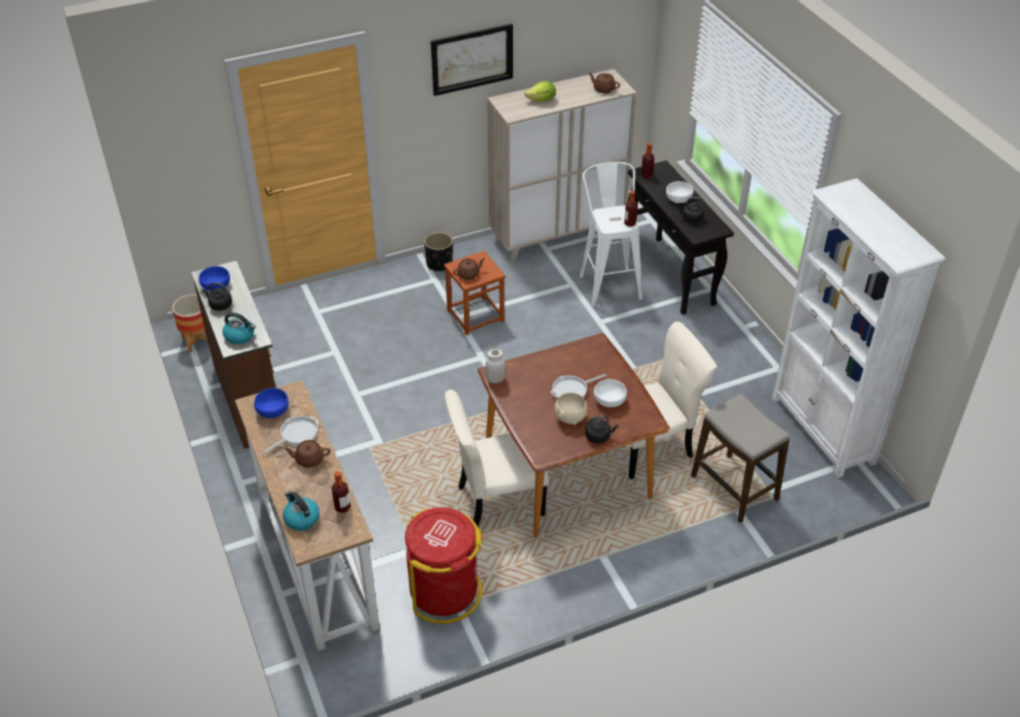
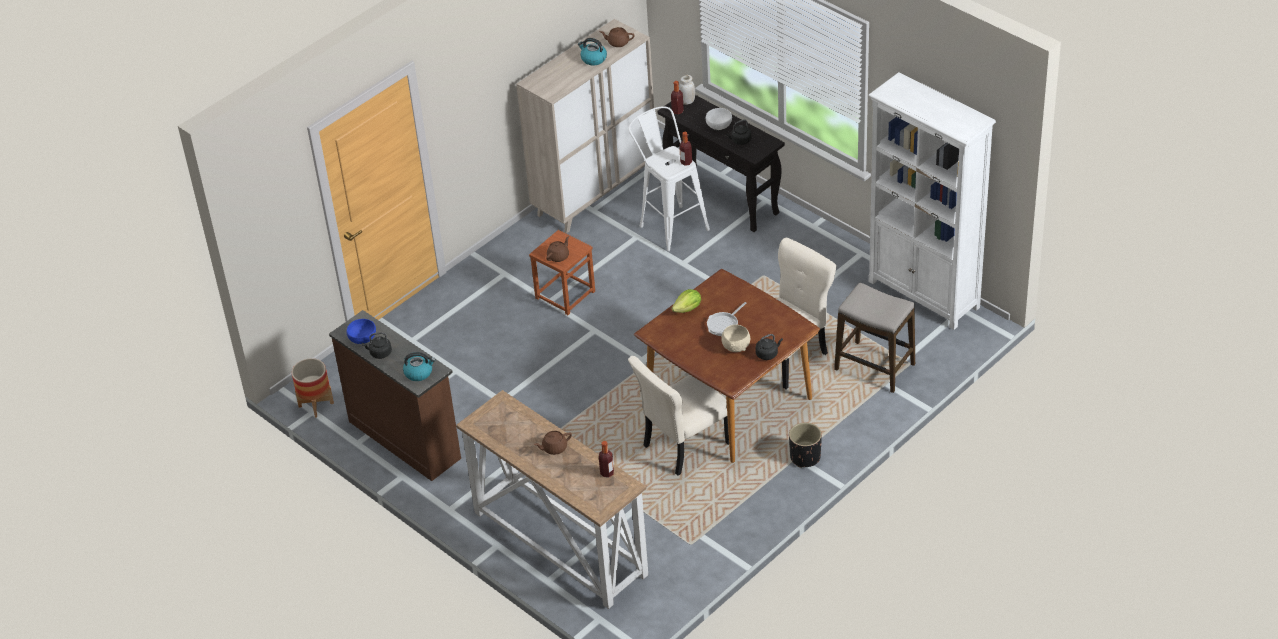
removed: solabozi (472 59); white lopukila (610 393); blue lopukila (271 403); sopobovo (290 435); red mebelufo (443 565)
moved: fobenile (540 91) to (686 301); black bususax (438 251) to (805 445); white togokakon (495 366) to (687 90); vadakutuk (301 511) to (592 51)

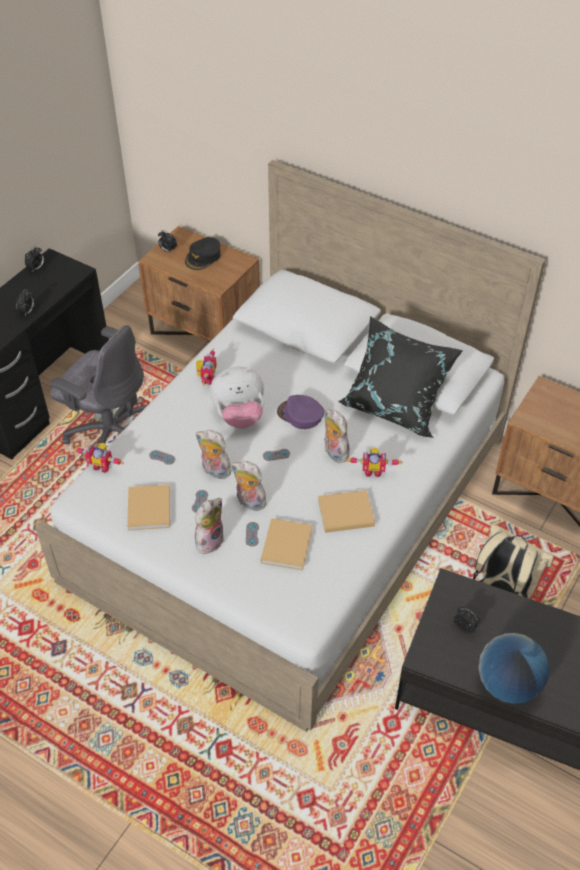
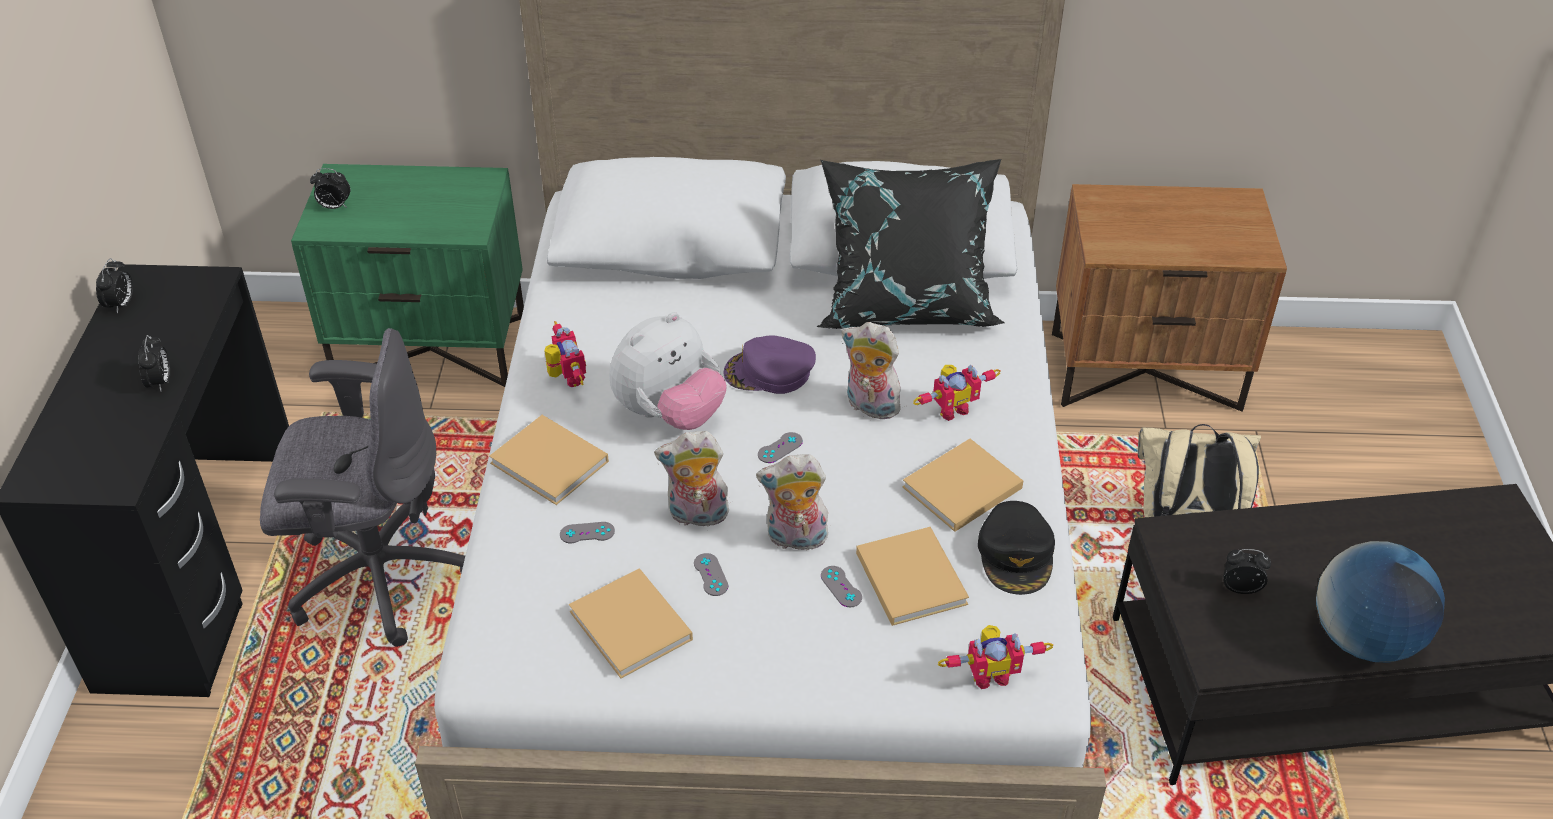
removed: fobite (209 526)
added: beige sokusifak (549 460)
moved: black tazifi (203 253) to (1016 548); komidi (99 458) to (995 657)
recoloured: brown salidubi (199 284) to green salidubi (407 275)

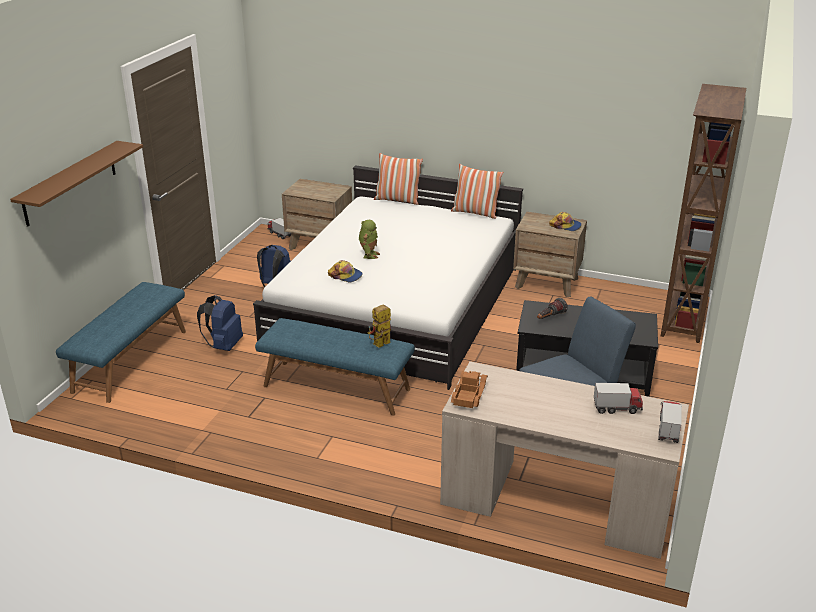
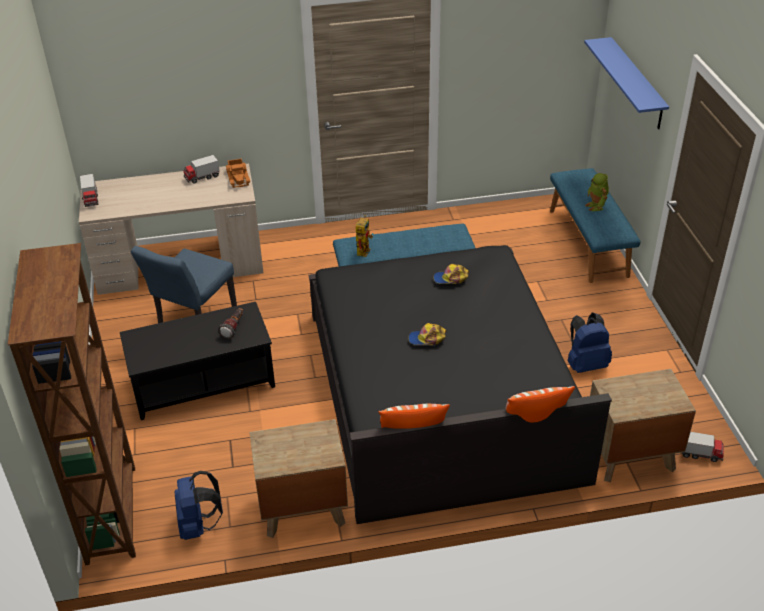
moved: tazifi (565 221) to (427 334); komidi (369 239) to (597 192); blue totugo (220 323) to (198 505); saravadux (618 398) to (202 169)
recoloured: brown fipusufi (76 184) to blue fipusufi (626 83); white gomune (388 277) to black gomune (460 384)

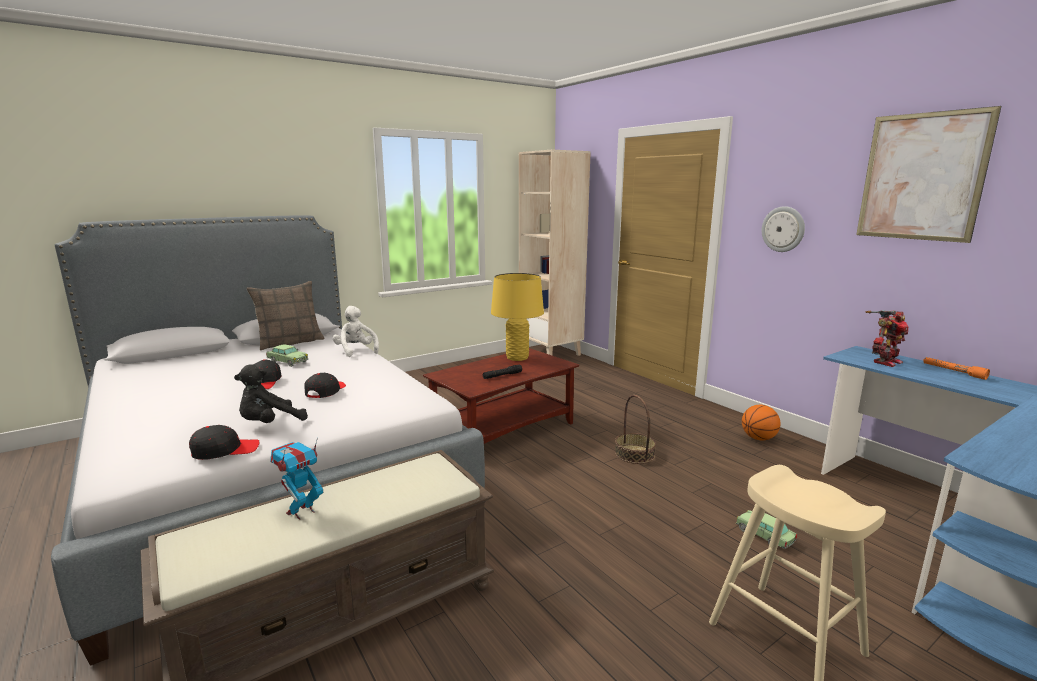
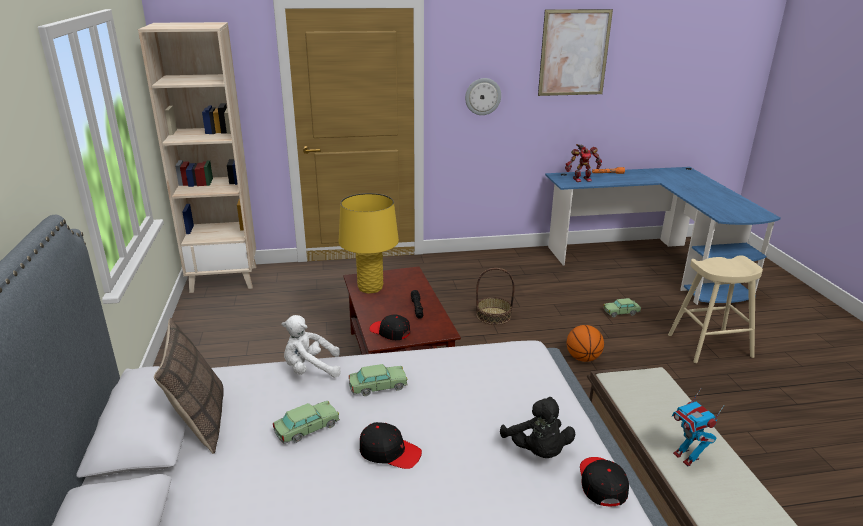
added: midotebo (378 380)
moved: black tazifi (325 385) to (389 327); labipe (761 422) to (585 343)
turned: komidi (887 338) = (583 163) 90 degrees clockwise

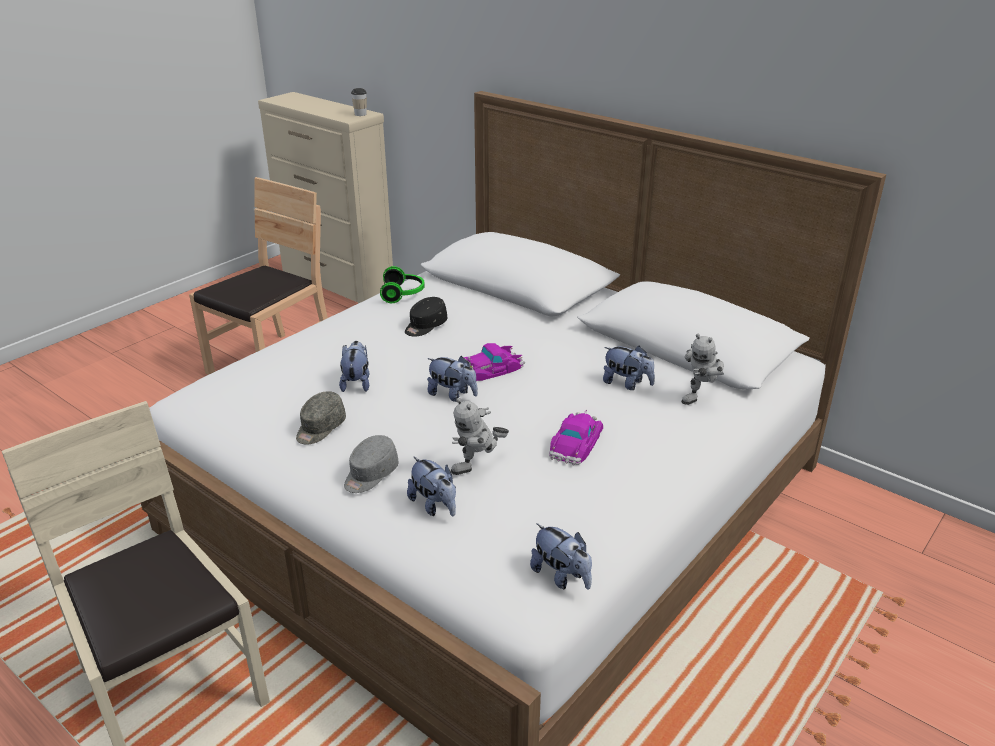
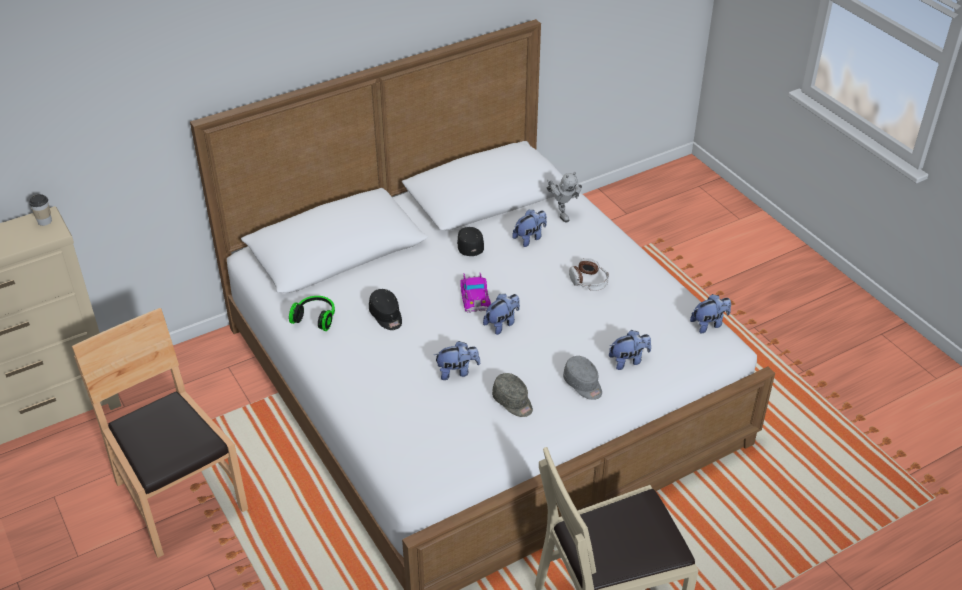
removed: komidi (480 436)
added: black tazifi (470 241)
replaced: midotebo (576 437) to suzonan (589 274)
turned: fobite (354 366) = (457 360) 150 degrees clockwise

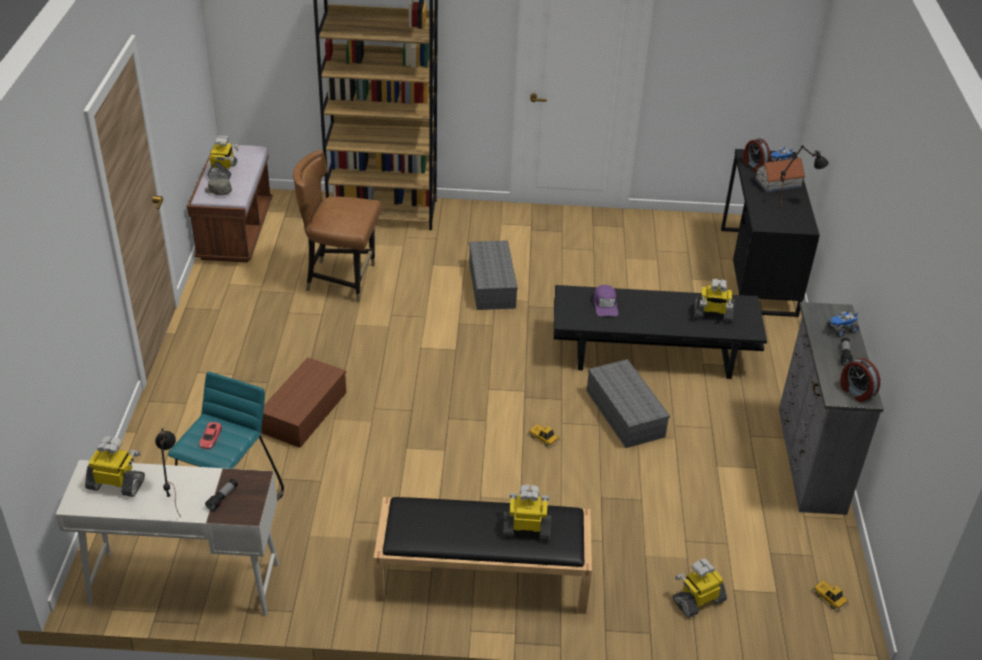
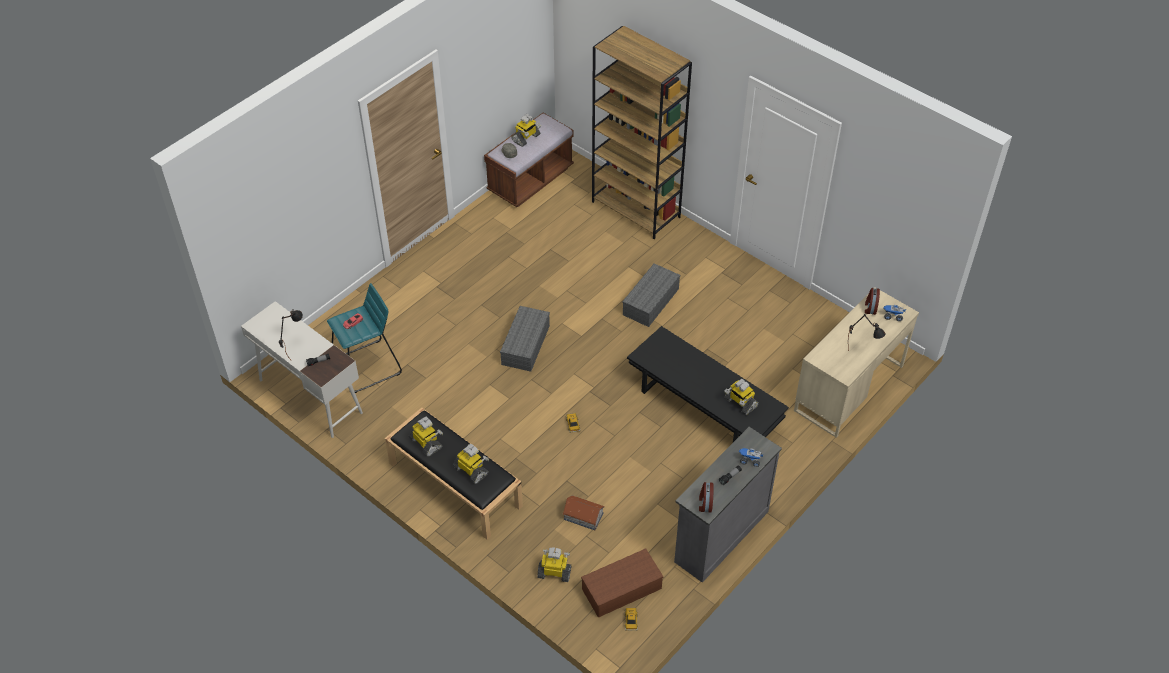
removed: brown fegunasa (337 226); purple tazifi (605 300)
moved: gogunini (780 175) to (583 512); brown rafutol (303 402) to (622 583); grey rafutol (628 403) to (525 339); komidi (115 466) to (426 436)
recoloured: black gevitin (770 233) to beige gevitin (856 362)

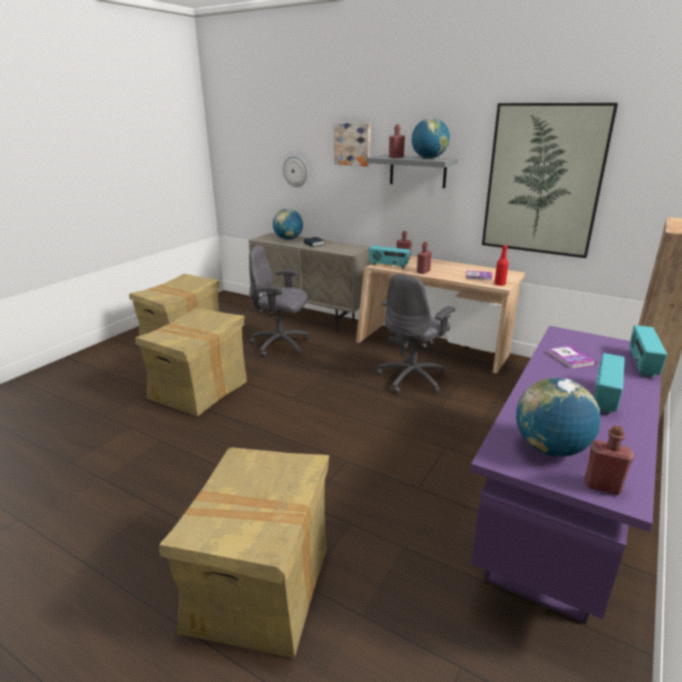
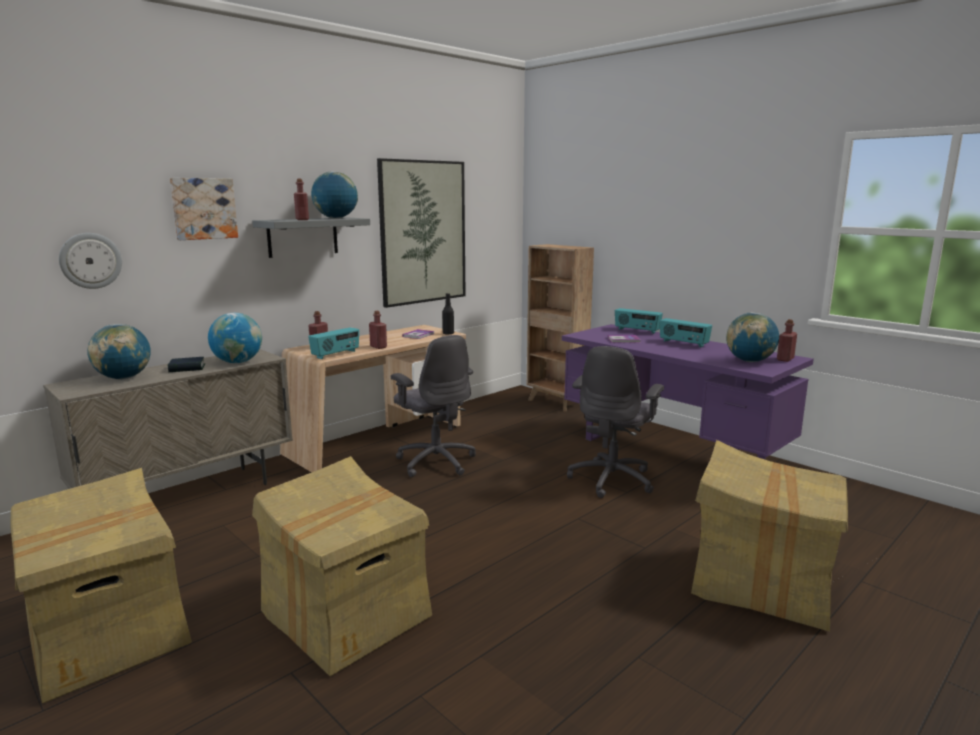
added: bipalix (235 338)
moved: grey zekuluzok (279 301) to (615 422)
recoloured: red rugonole (501 265) to black rugonole (448 314)

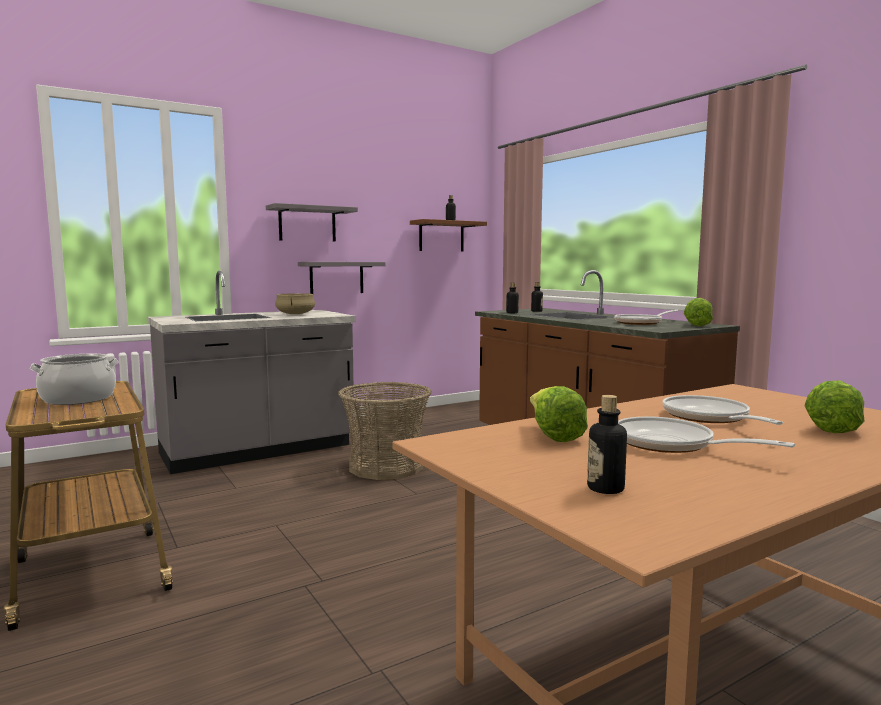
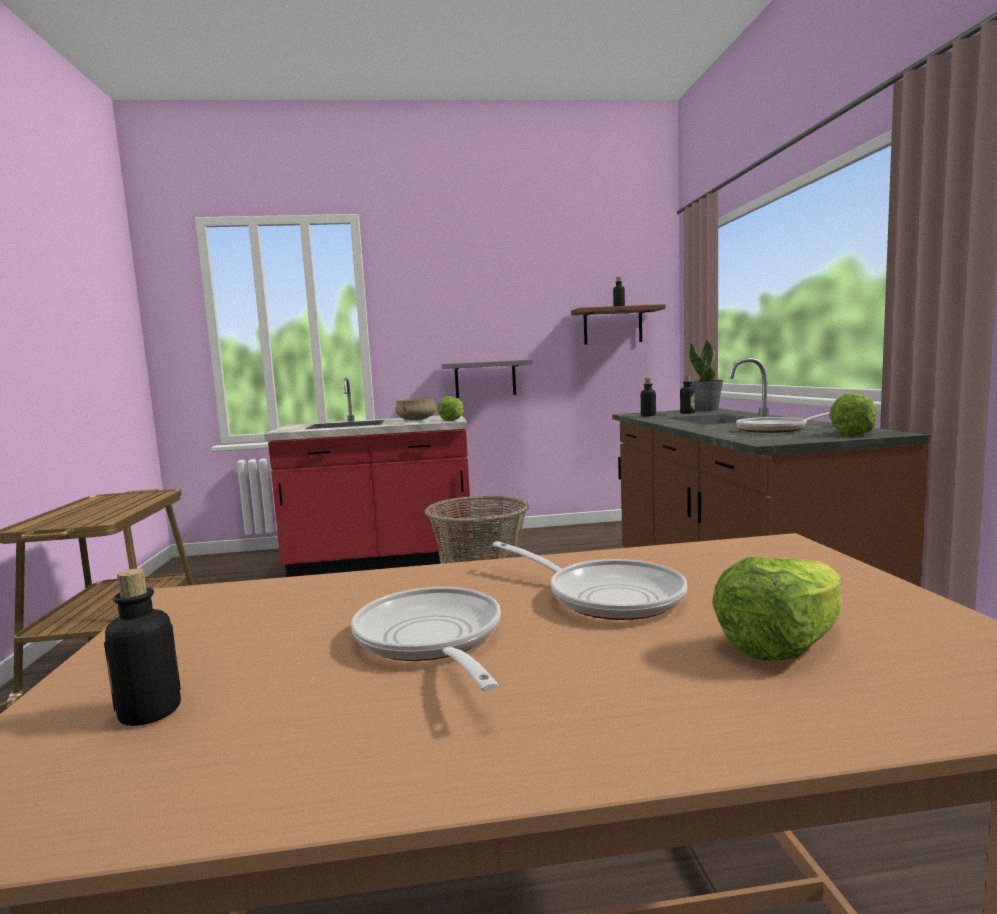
removed: grey fipusufi (312 222); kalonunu (74 379)
added: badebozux (706 375)
moved: fobenile (559 414) to (450 408)
recoloured: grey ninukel (252 372) to red ninukel (368 477)
turned: sopobovo (722 410) = (589 580) 120 degrees clockwise

